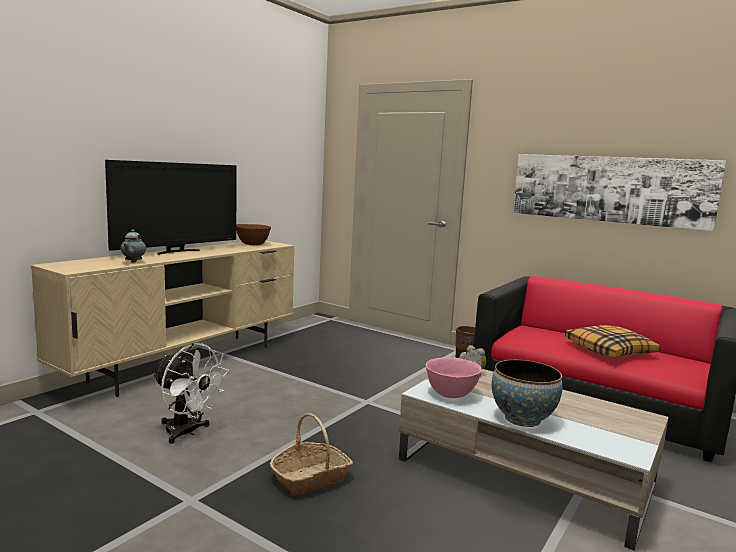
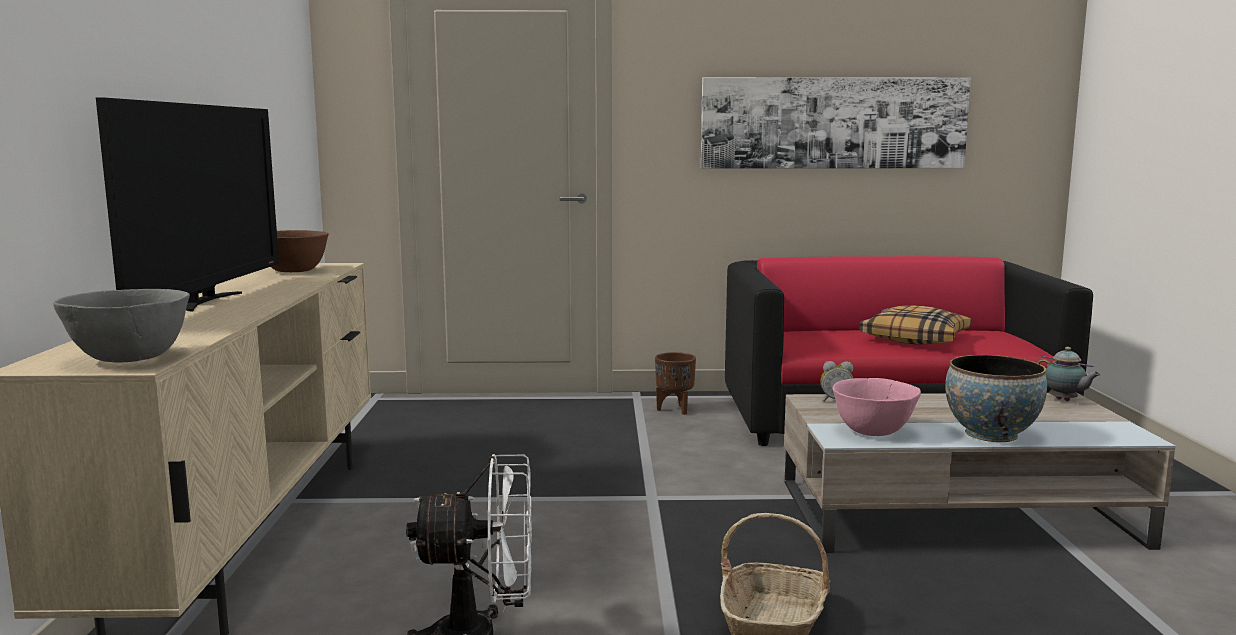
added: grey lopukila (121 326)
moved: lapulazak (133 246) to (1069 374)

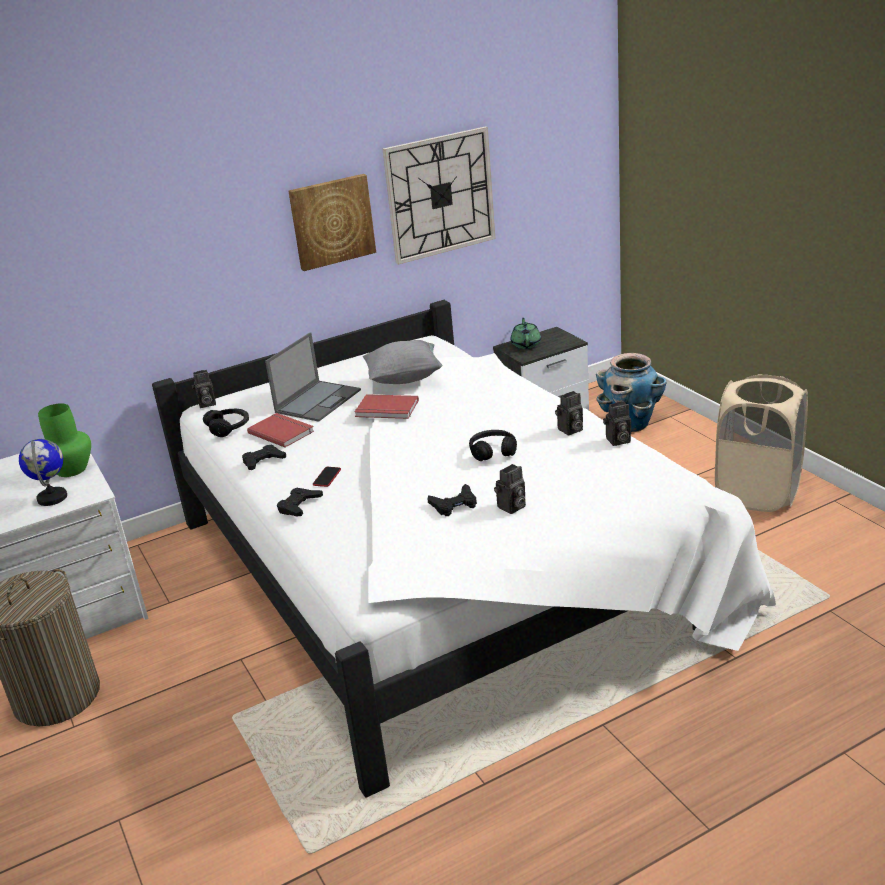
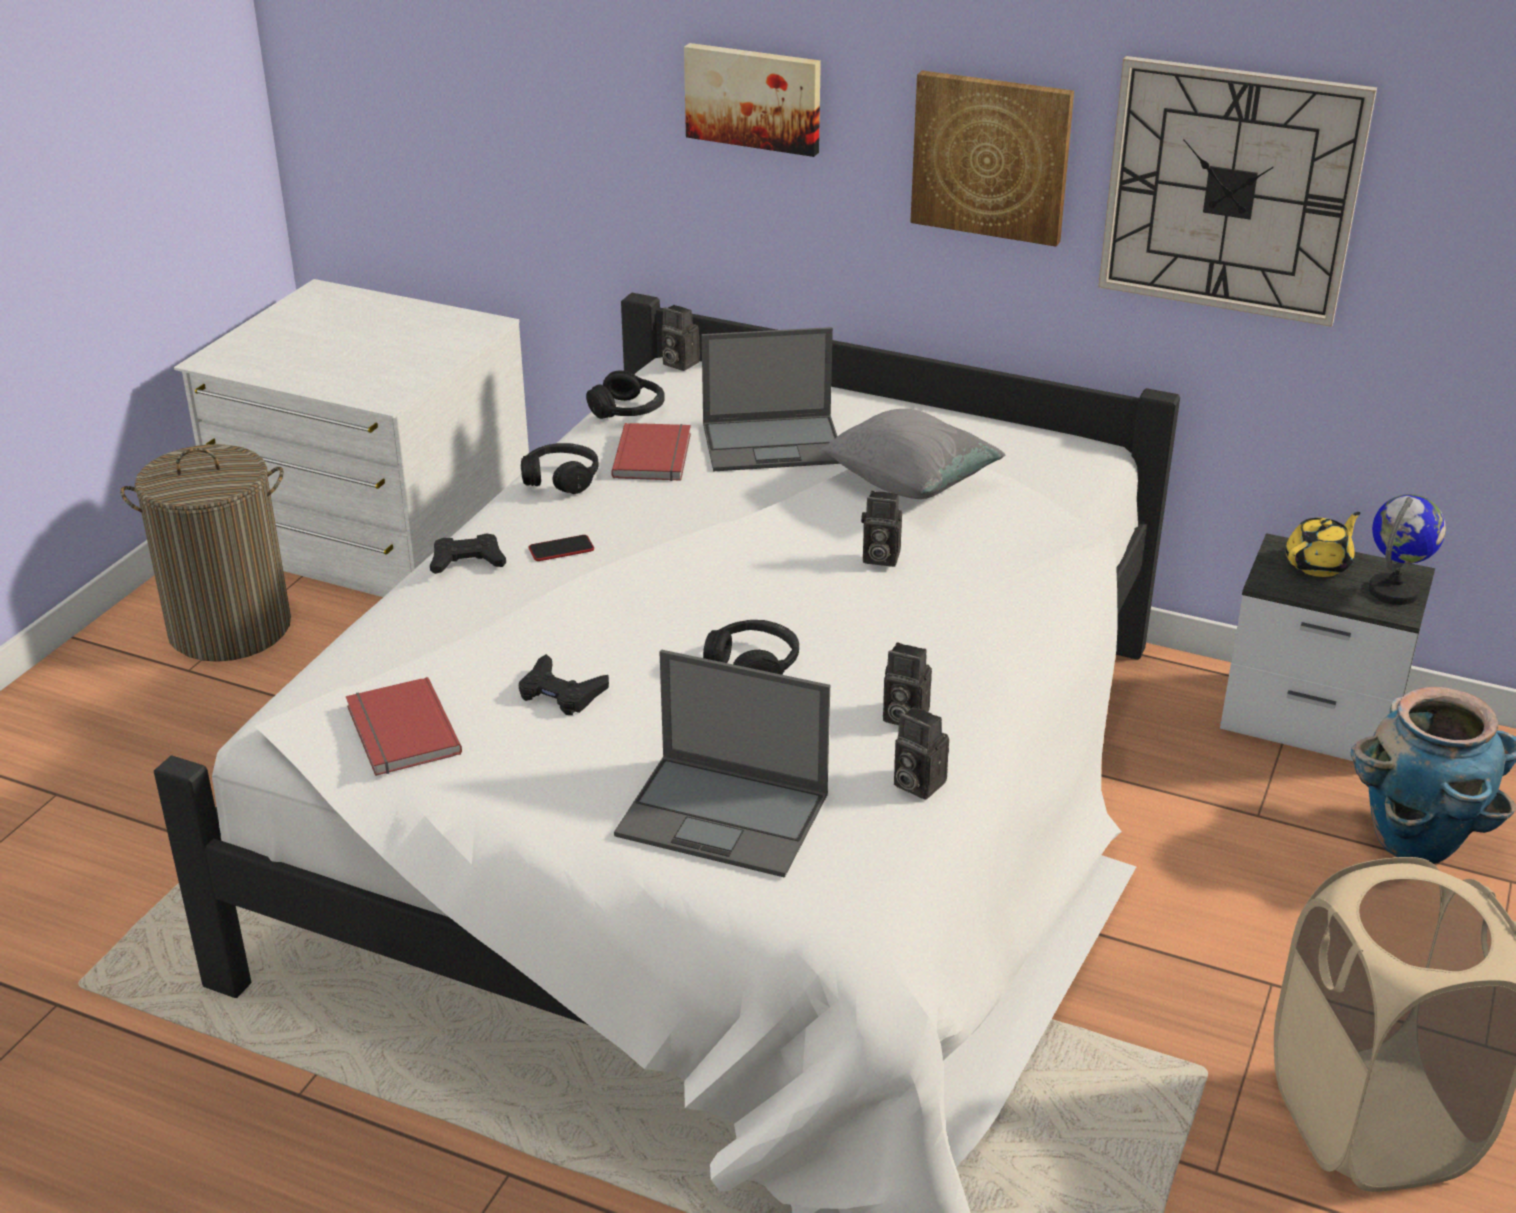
removed: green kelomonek (64 440)
added: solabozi (752 100); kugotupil (722 764)
moved: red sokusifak (386 406) to (404 726); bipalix (43 472) to (1407 549); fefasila (510 489) to (881 529)
replaced: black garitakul (264 457) to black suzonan (560 468)
recoloured: green lapulazak (526 333) to yellow lapulazak (1322 544)

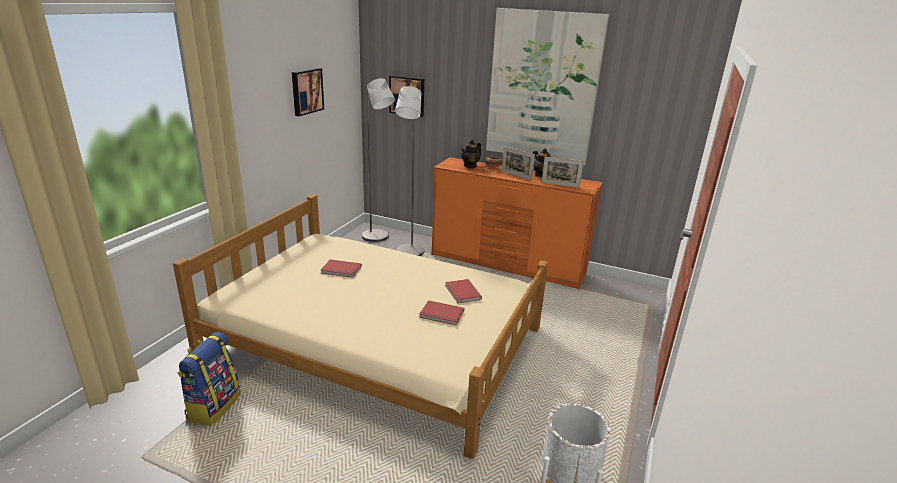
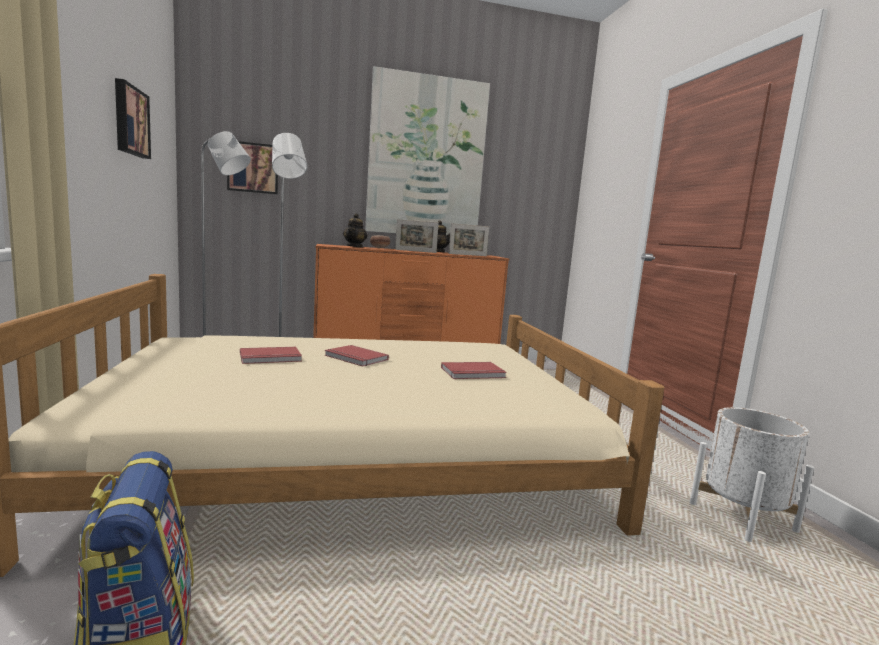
moved: red sokusifak (463 291) to (357 356)

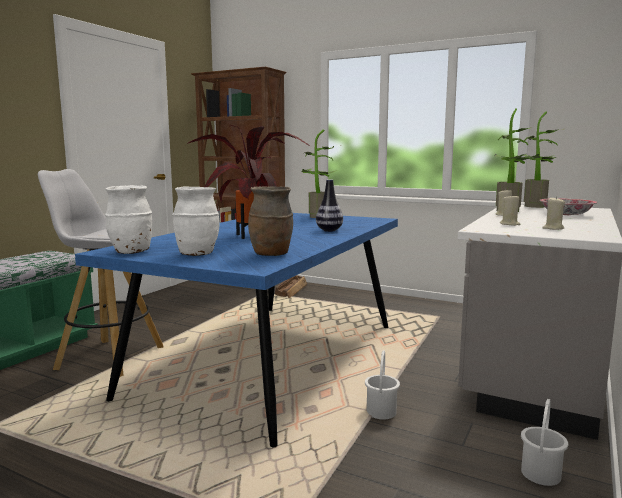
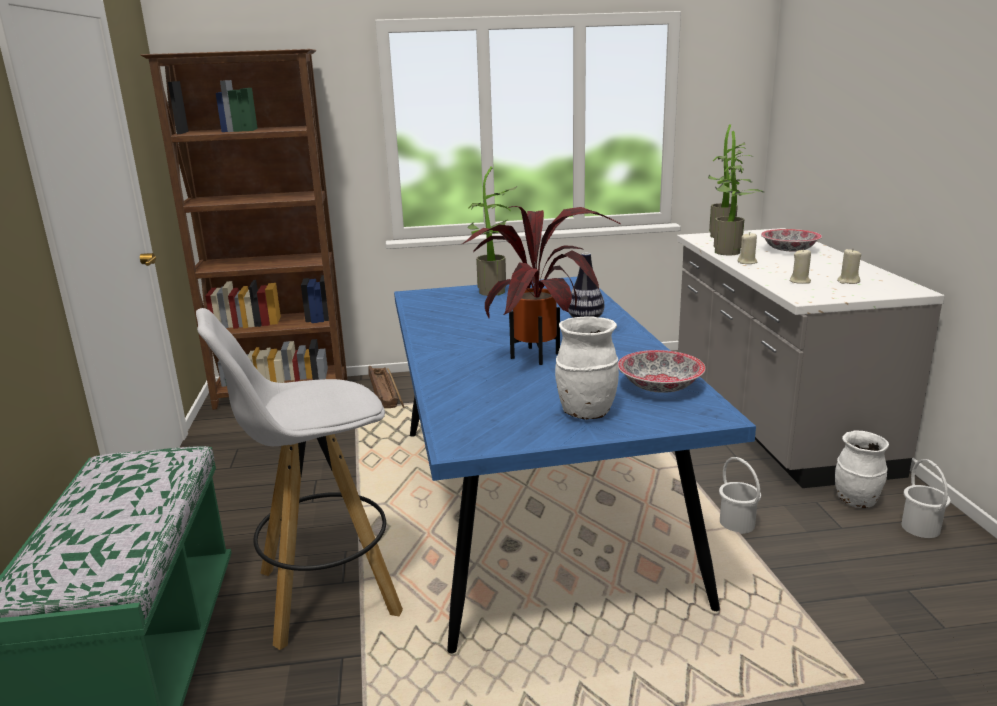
moved: white kelomonek (128 219) to (862 469)
replaced: brown kelomonek (270 221) to lopukila (662 371)

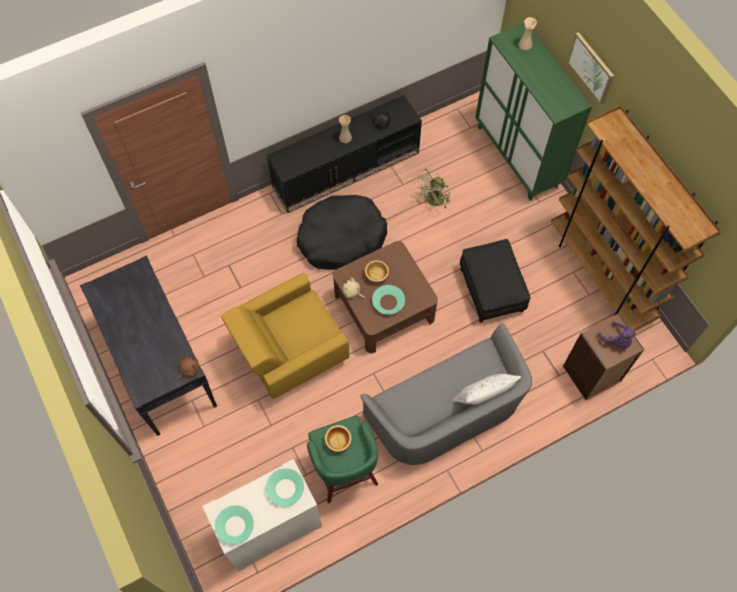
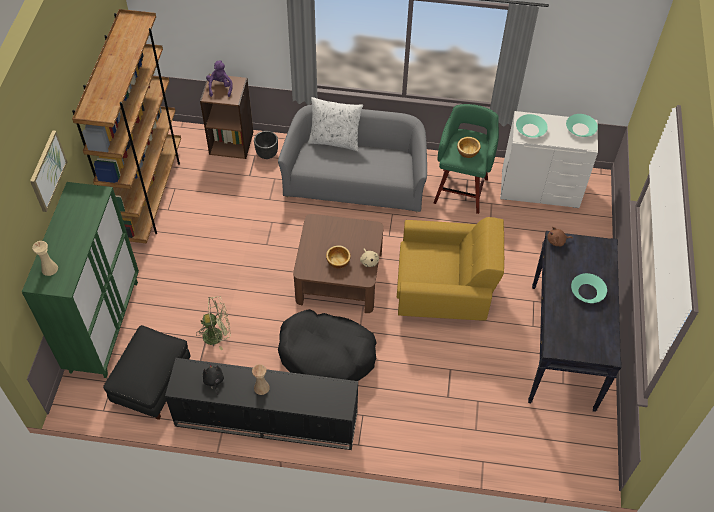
added: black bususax (266 145)
moved: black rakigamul (495 281) to (146 372); turquoise lopukila (388 300) to (589 288)

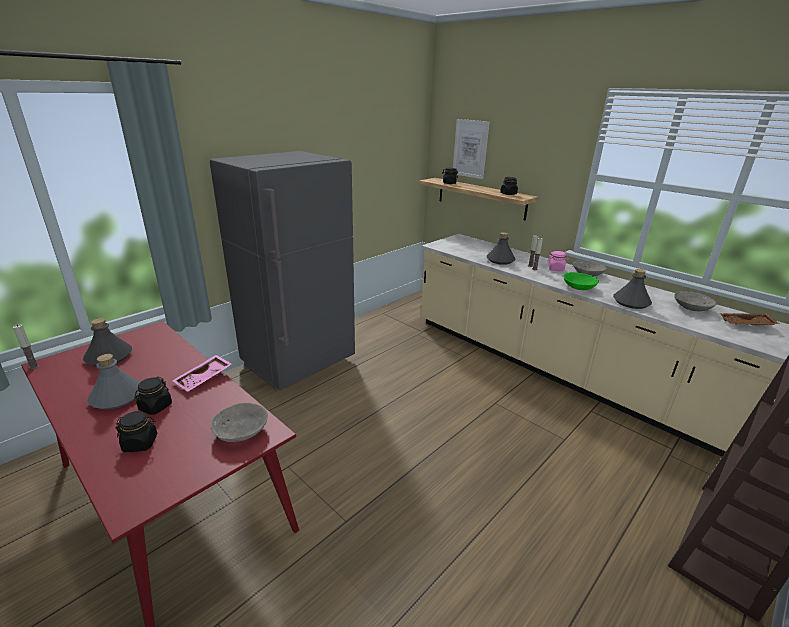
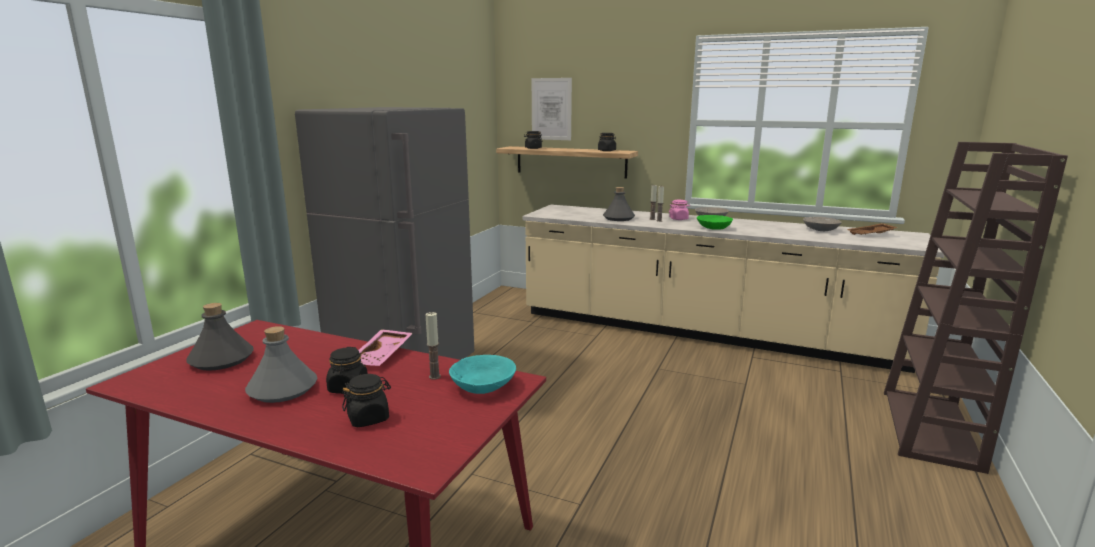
removed: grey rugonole (632 289)
moved: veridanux (26 346) to (433 346)
recoloured: grey lopukila (239 422) to turquoise lopukila (482 374)

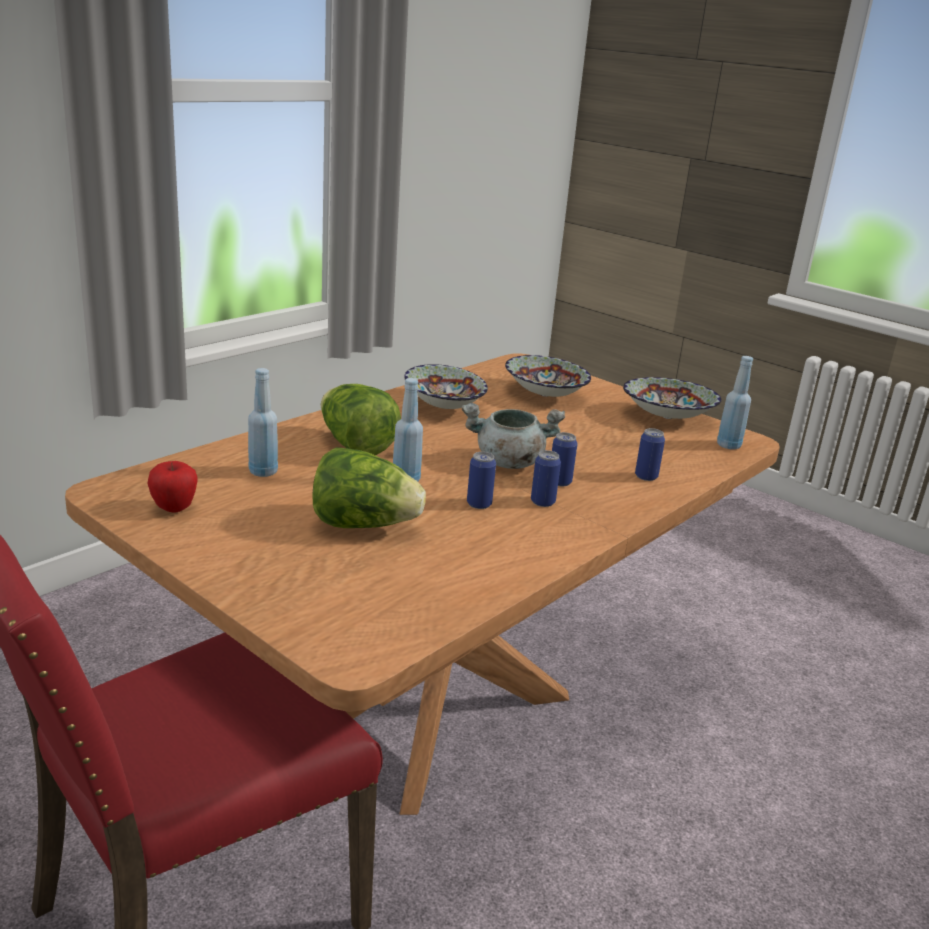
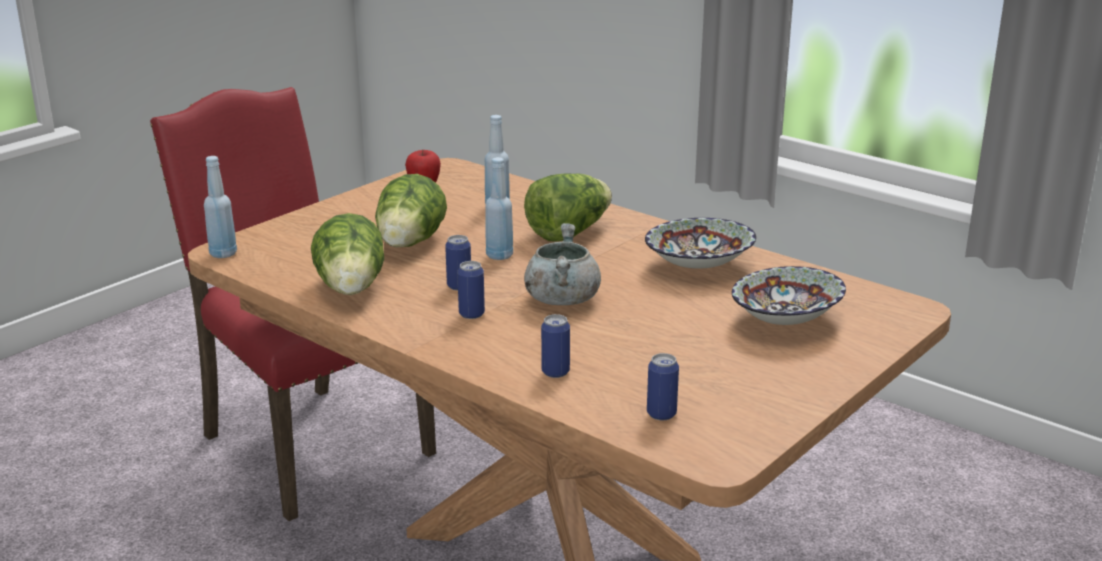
removed: lopukila (672 398)
added: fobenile (347 254)
moved: blue rugonole (735 402) to (220 207); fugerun (565 459) to (663 386)

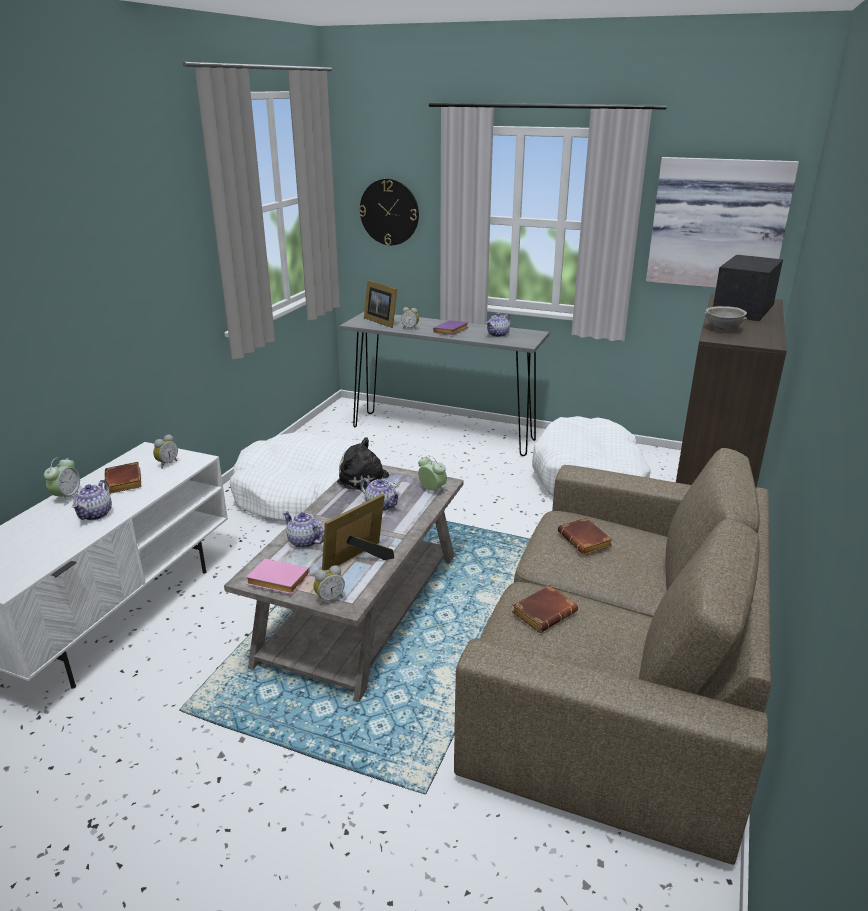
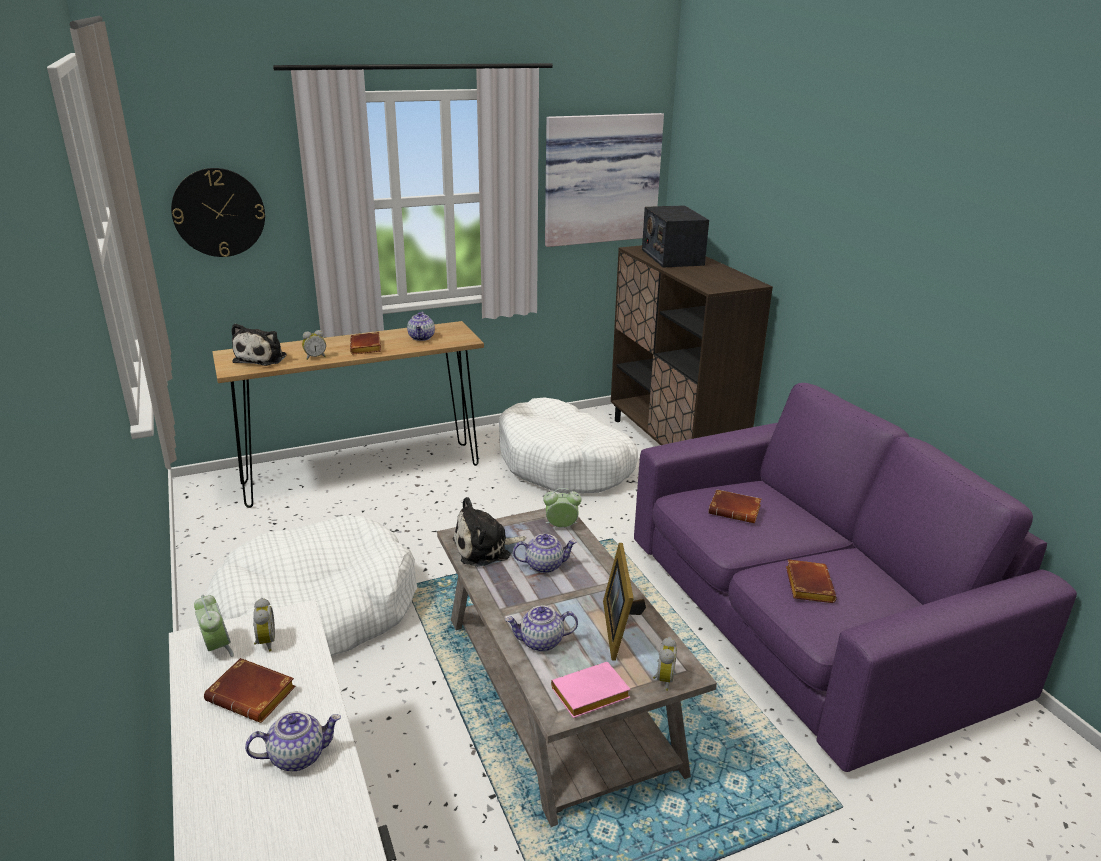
removed: grey lopukila (725 318)
moved: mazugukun (62 481) to (214 626)
replaced: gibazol (380 304) to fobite (259 344)
recoloured: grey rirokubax (444 384) to brown rirokubax (348 414); purple sokusifak (451 327) to brown sokusifak (365 343); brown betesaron (612 656) to purple betesaron (855 577)
turned: lapulazak (92 500) = (293 741) 75 degrees counterclockwise

